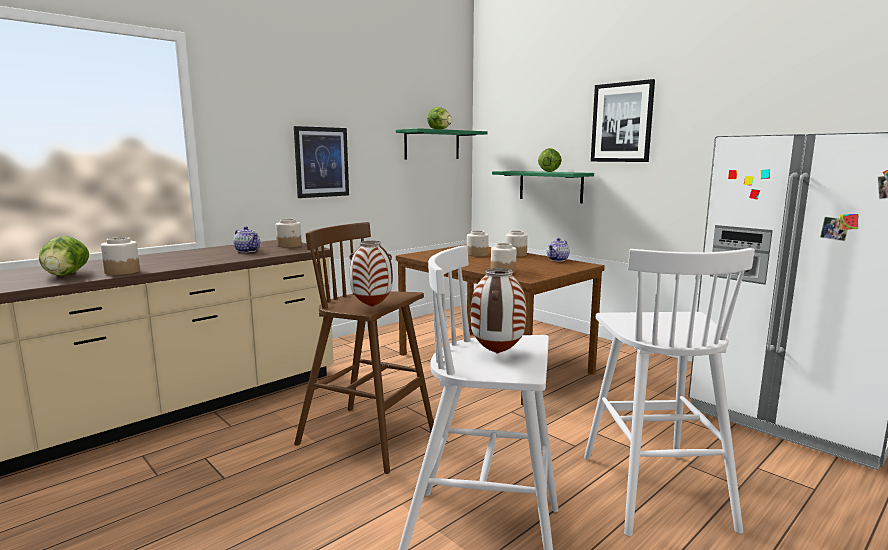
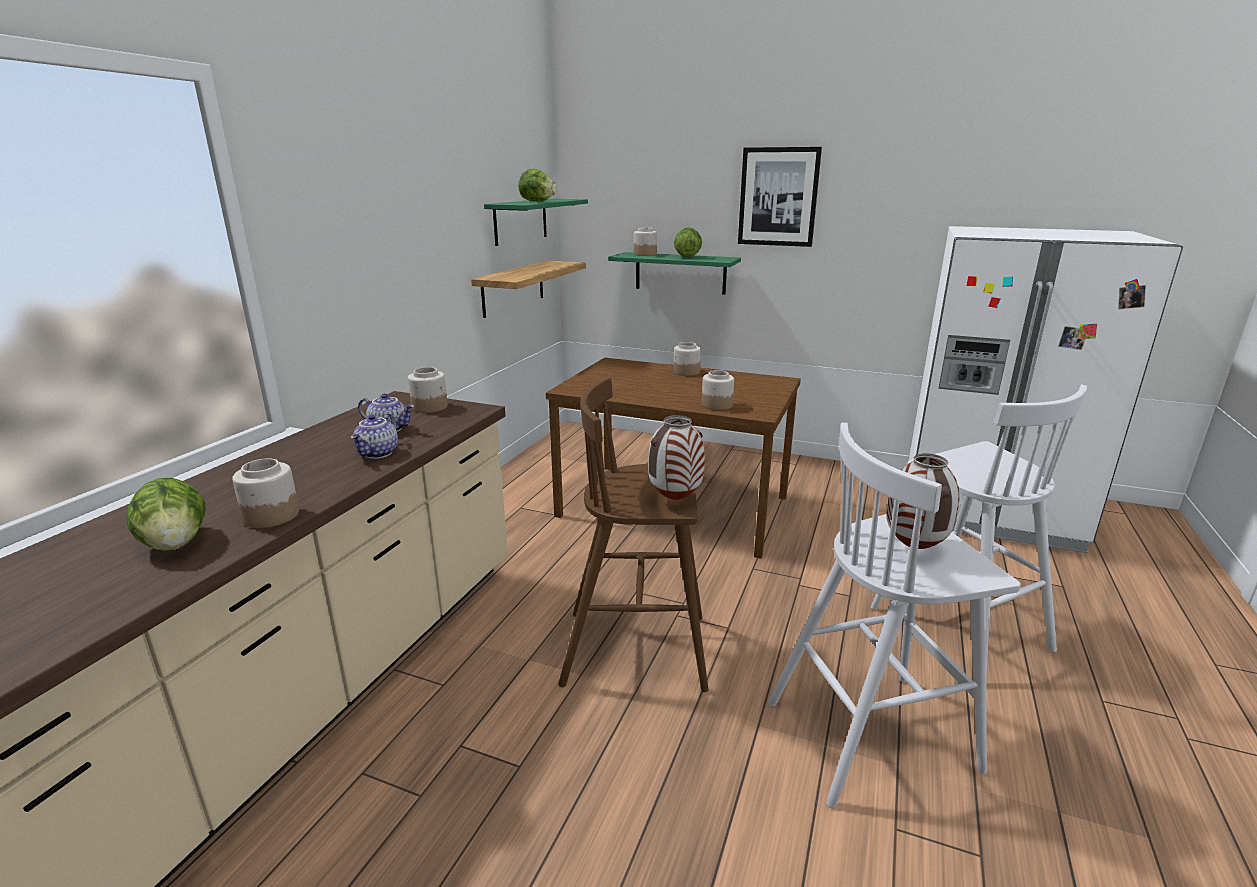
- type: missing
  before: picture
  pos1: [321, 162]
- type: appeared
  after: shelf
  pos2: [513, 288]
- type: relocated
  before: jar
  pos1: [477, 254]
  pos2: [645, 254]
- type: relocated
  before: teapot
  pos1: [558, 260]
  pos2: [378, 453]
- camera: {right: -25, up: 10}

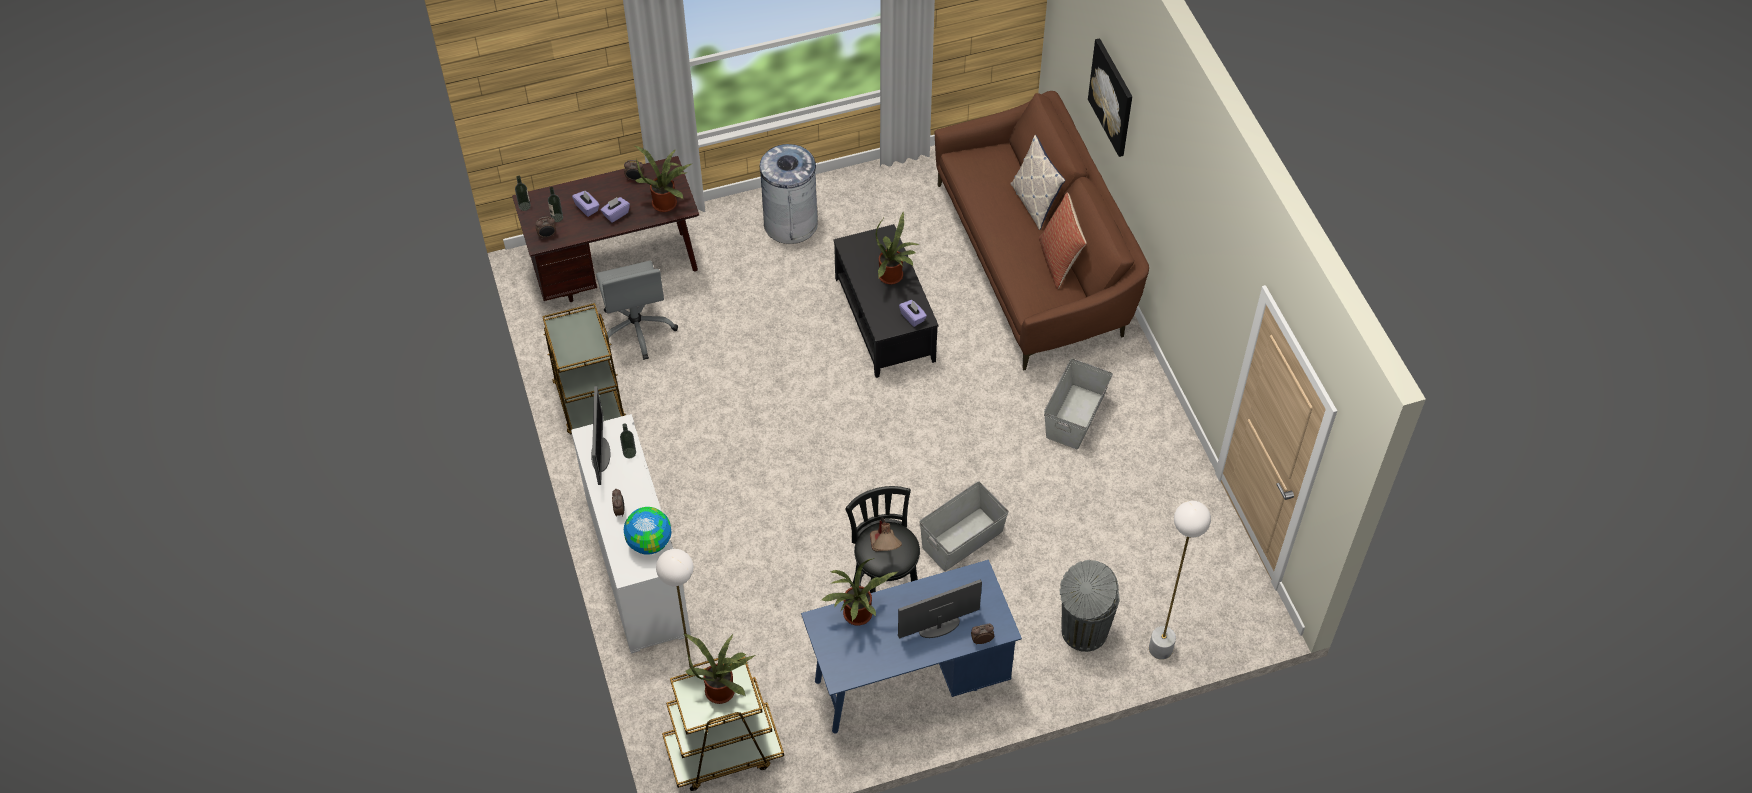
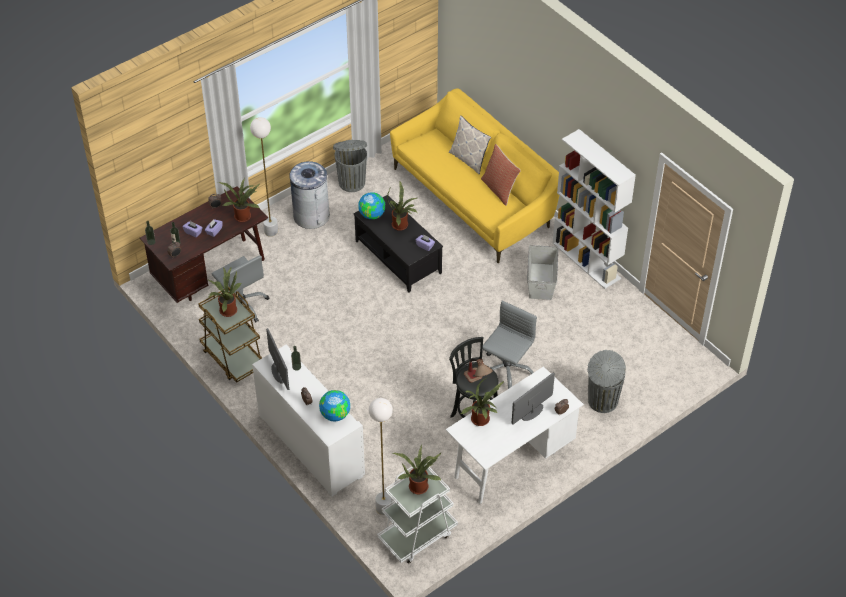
- type: missing
  before: picture
  pos1: [1112, 97]
- type: appeared
  after: potted plant
  pos2: [226, 310]
- type: appeared
  after: grey trash can
  pos2: [352, 182]
- type: appeared
  after: globe
  pos2: [372, 214]
- type: appeared
  after: white bookcase
  pos2: [587, 261]
- type: relocated
  before: white floor lamp
  pos1: [1160, 648]
  pos2: [271, 231]
- type: exchanged
  before: grey storage box
  after: grey office chair
  pos1: [963, 539]
  pos2: [506, 370]
- type: colour
  before: brown cart
  after: white cart
  pos1: [723, 752]
  pos2: [417, 535]
- type: colour
  before: blue desk
  after: white desk
  pos1: [909, 681]
  pos2: [512, 461]
- type: colour
  before: brown sofa
  after: yellow sofa
  pos1: [1033, 261]
  pos2: [474, 198]
- camera: {right: -20, up: -5}

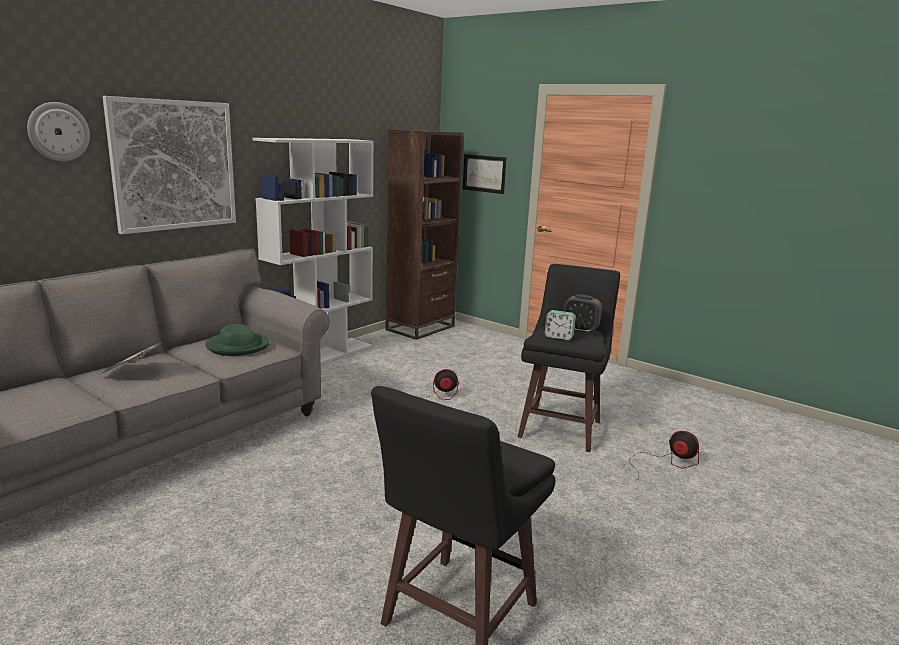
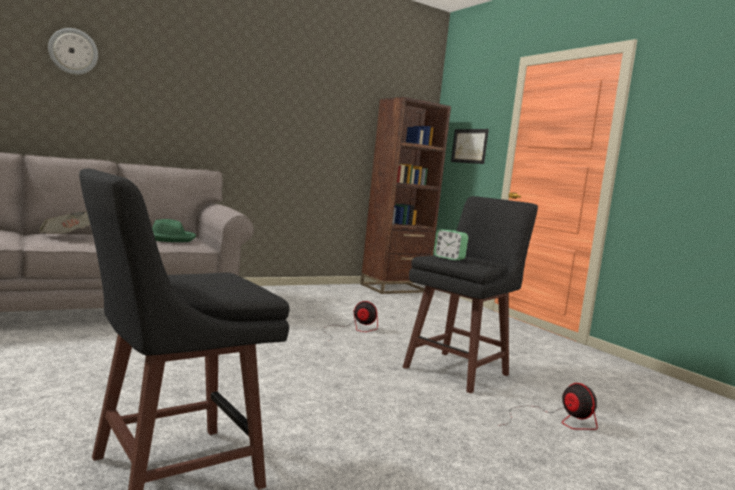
- type: missing
  before: picture
  pos1: [174, 165]
- type: missing
  before: white bookcase
  pos1: [320, 356]
- type: missing
  before: alarm clock
  pos1: [579, 331]
- camera: {right: 20, up: -10}

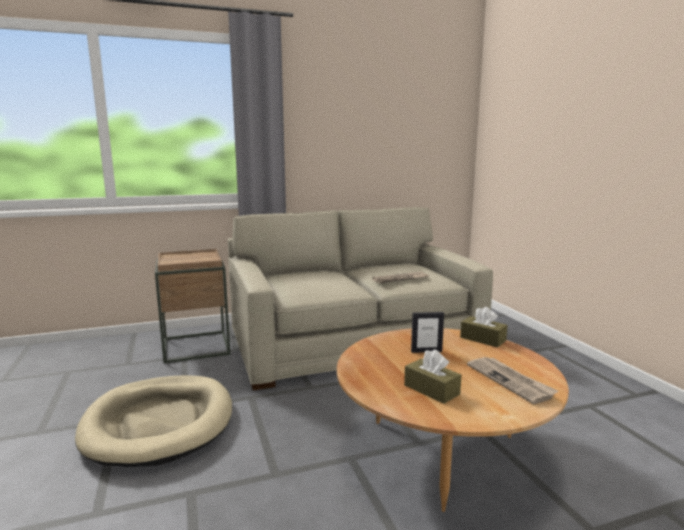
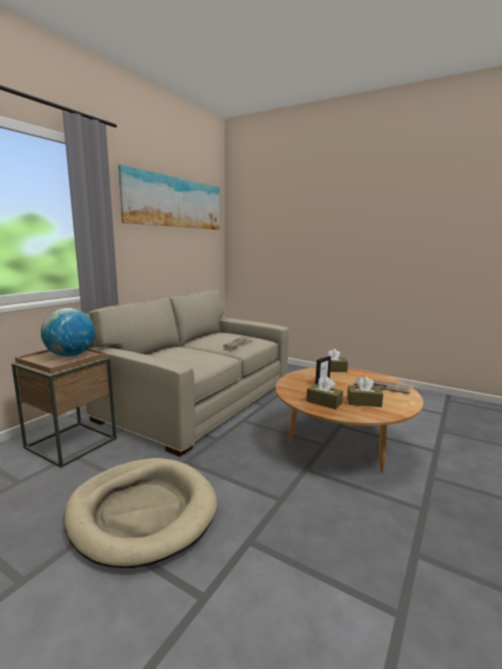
- type: appeared
  after: globe
  pos2: [70, 355]
- type: appeared
  after: picture
  pos2: [174, 202]
- type: appeared
  after: brown tissue box
  pos2: [324, 402]
- camera: {right: -40, up: 0}

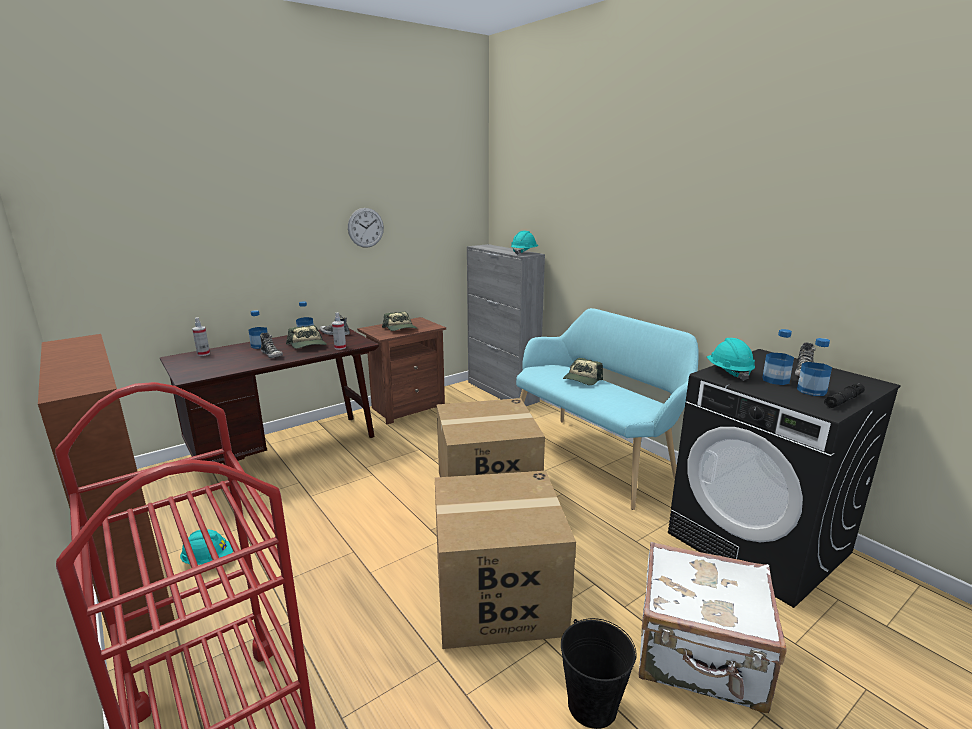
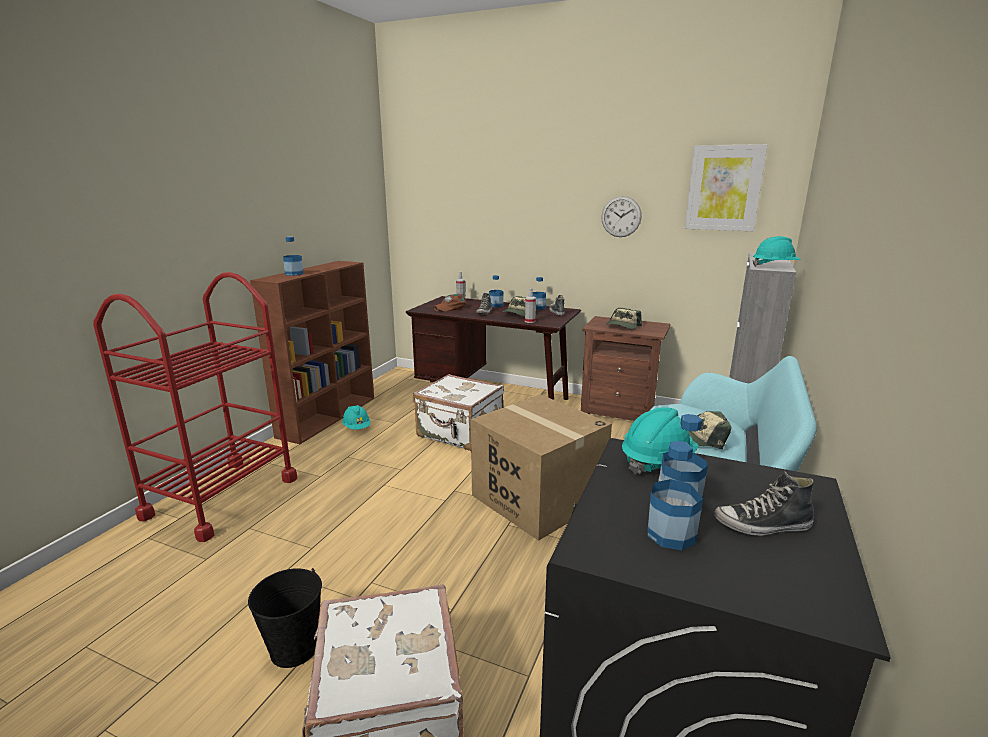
- type: missing
  before: cardboard box
  pos1: [497, 595]
- type: missing
  before: black flashlight
  pos1: [843, 401]
- type: appeared
  after: bottle
  pos2: [294, 274]
- type: appeared
  after: white suitcase
  pos2: [459, 434]
- type: appeared
  after: brown cap
  pos2: [450, 307]
- type: appeared
  after: picture
  pos2: [724, 188]
- camera: {right: 60, up: 0}

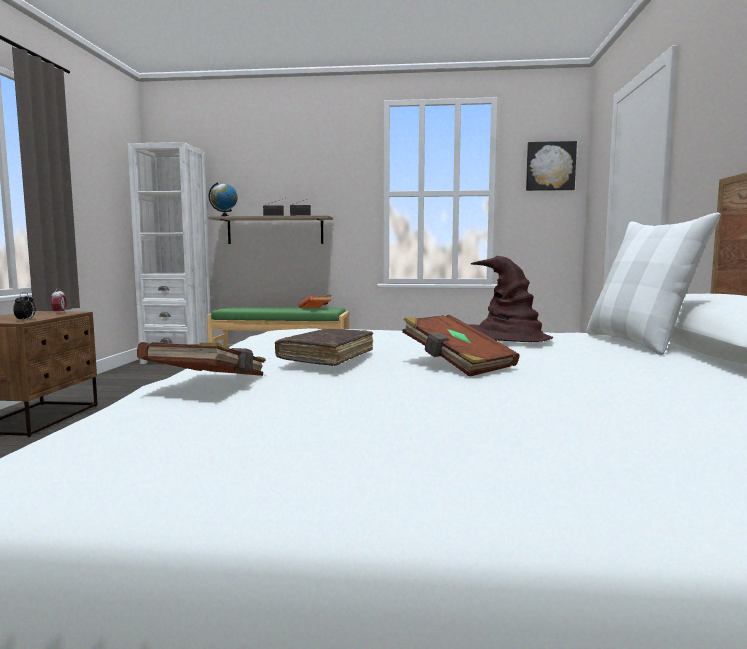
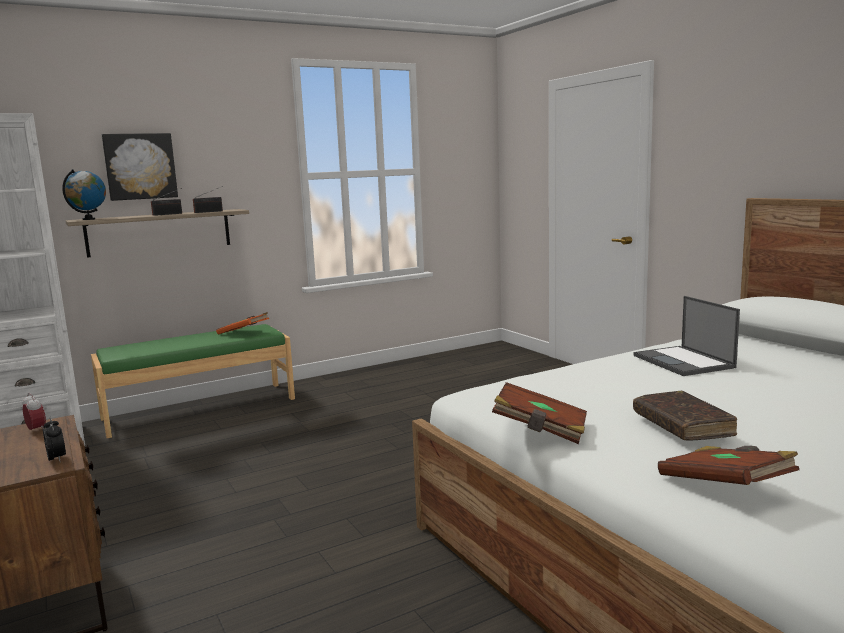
- type: missing
  before: white pillow
  pos1: [638, 343]
- type: relocated
  before: brown book
  pos1: [457, 364]
  pos2: [540, 430]
- type: relocated
  before: picture
  pos1: [550, 166]
  pos2: [140, 166]
- type: exchanged
  before: brown hat
  after: laptop
  pos1: [506, 338]
  pos2: [684, 362]
- camera: {right: -35, up: 5}

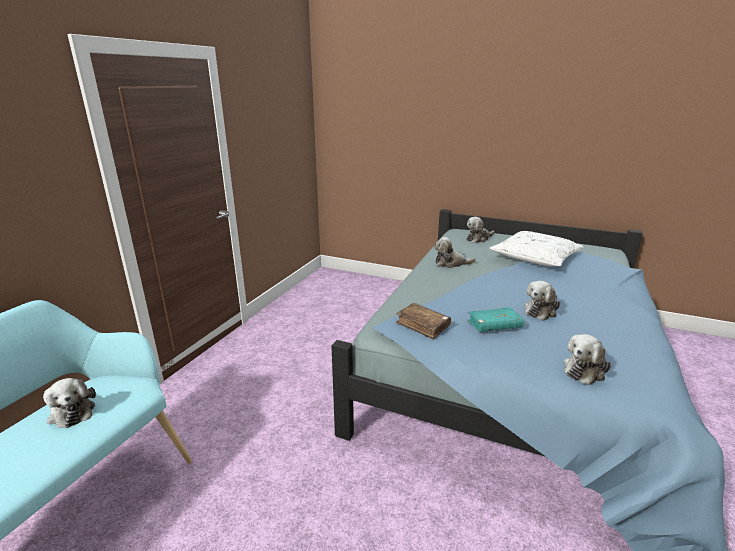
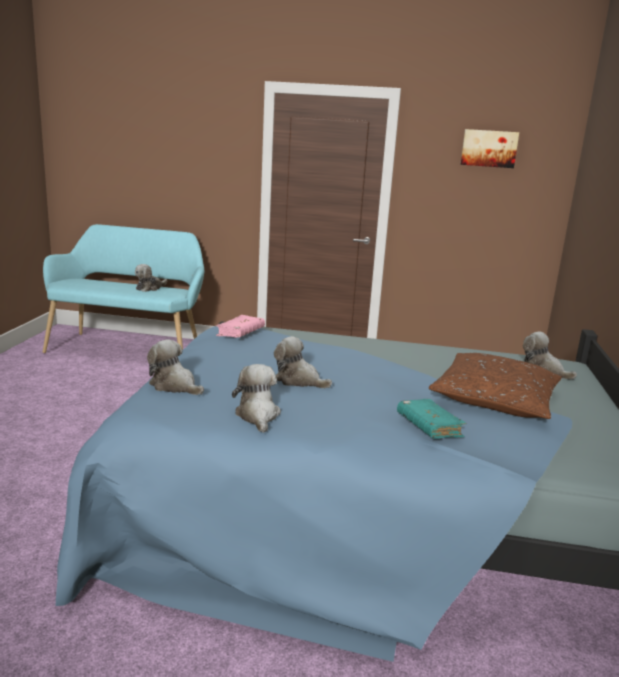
- type: appeared
  after: picture
  pos2: [489, 148]
- type: relocated
  before: plush toy
  pos1: [450, 263]
  pos2: [258, 415]
- type: relocated
  before: turquoise book
  pos1: [494, 326]
  pos2: [429, 427]
- type: colour
  before: brown book
  after: pink book
  pos1: [423, 325]
  pos2: [240, 333]
- type: colour
  before: white pillow
  after: brown pillow
  pos1: [535, 257]
  pos2: [495, 398]
- camera: {right: 75, up: -5}

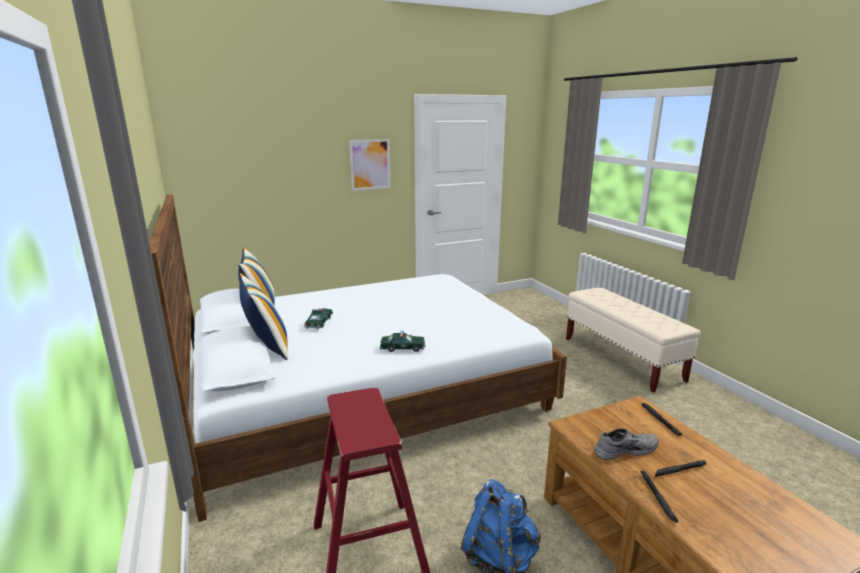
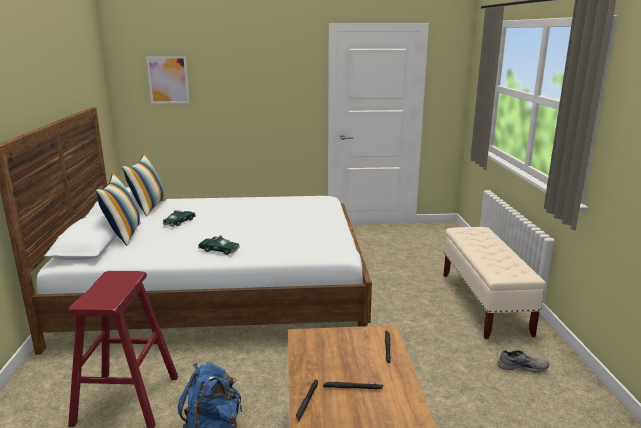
- type: relocated
  before: picture
  pos1: [370, 164]
  pos2: [168, 80]
- type: relocated
  before: grey shoe
  pos1: [624, 449]
  pos2: [521, 366]
- camera: {right: 20, up: 0}

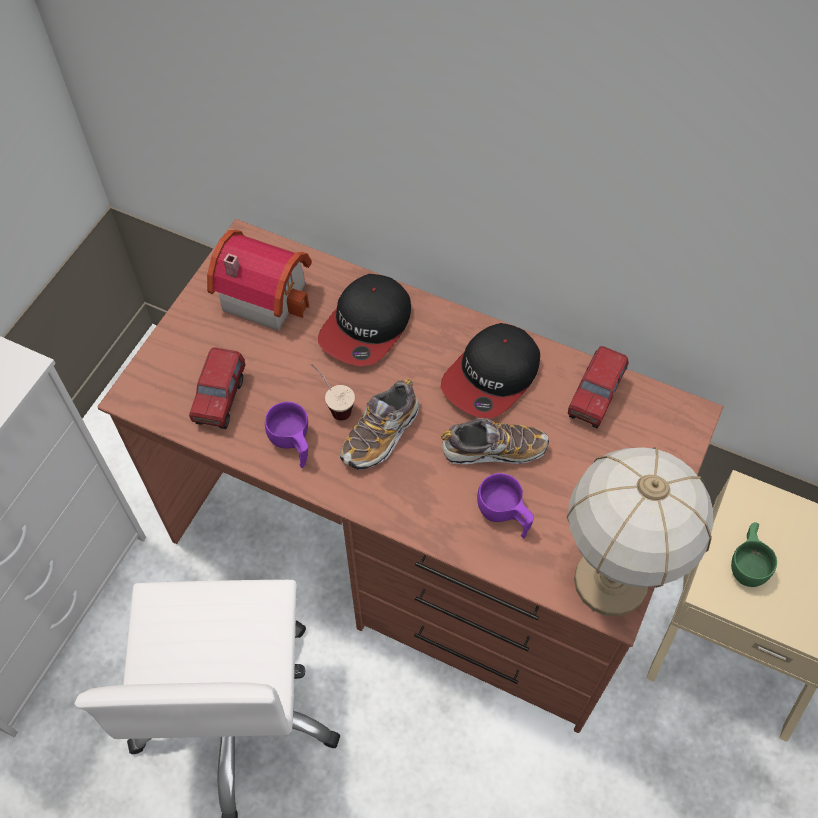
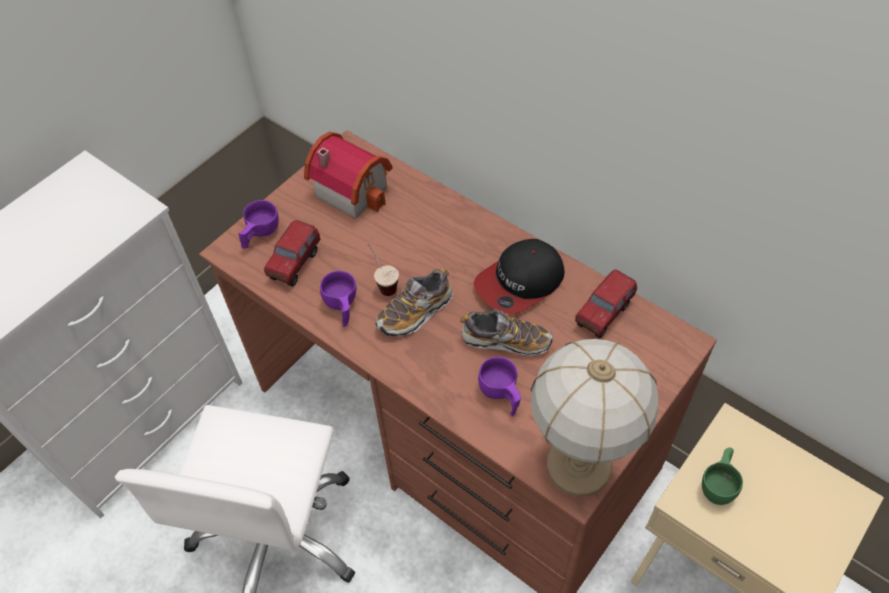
- type: missing
  before: cap
  pos1: [367, 327]
- type: appeared
  after: purple cup
  pos2: [259, 234]
- camera: {right: 15, up: -5}

